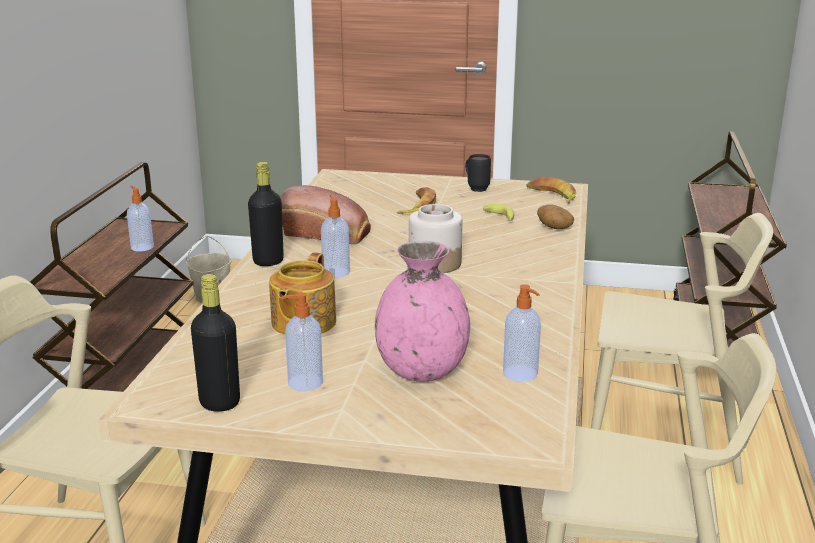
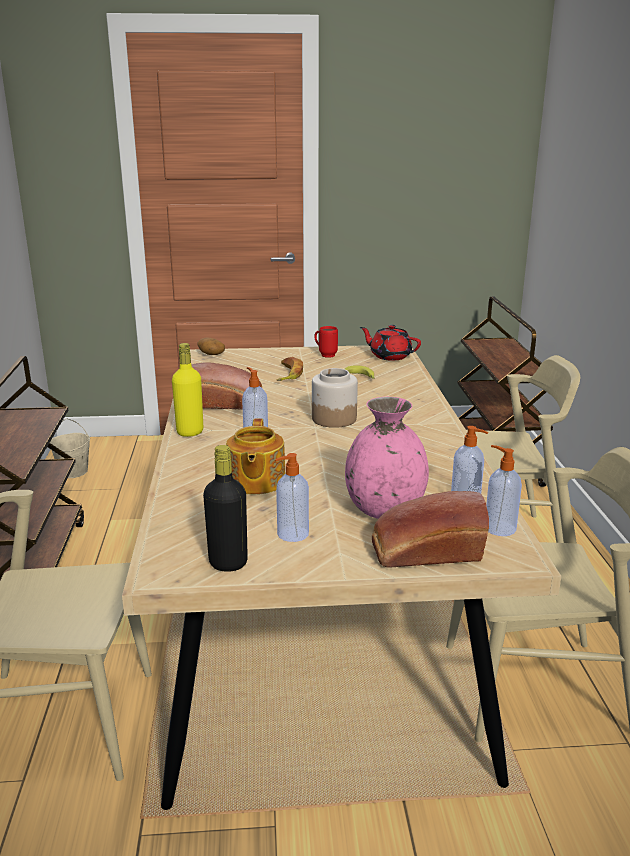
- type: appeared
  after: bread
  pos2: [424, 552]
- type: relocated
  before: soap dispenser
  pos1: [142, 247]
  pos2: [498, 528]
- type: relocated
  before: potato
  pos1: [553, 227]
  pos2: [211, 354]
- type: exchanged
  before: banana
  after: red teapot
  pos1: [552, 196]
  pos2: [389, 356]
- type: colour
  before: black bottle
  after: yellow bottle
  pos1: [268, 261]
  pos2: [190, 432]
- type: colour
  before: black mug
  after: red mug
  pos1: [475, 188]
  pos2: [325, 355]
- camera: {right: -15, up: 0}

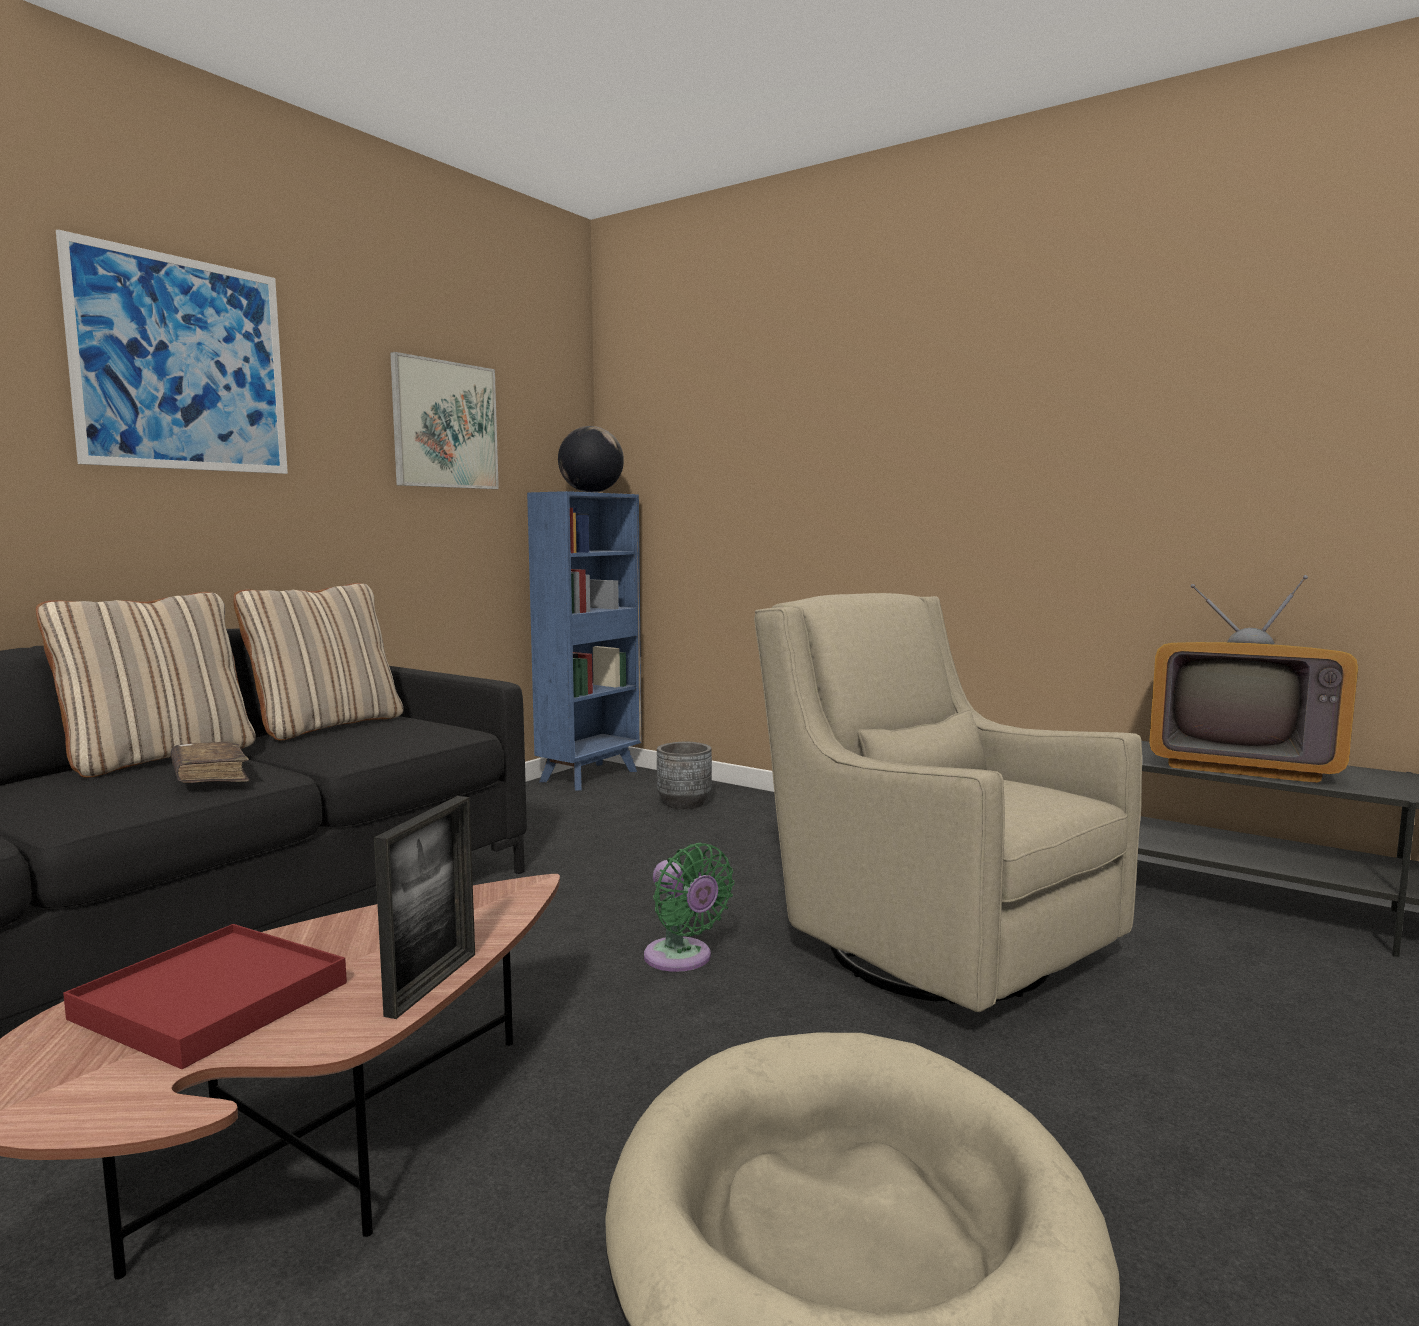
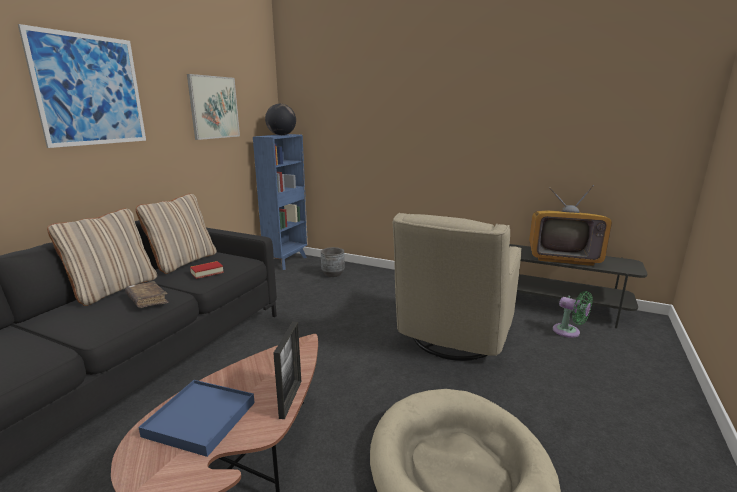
- type: appeared
  after: book
  pos2: [207, 272]
- type: relocated
  before: green fan
  pos1: [682, 959]
  pos2: [569, 332]
- type: colour
  before: red tray
  after: blue tray
  pos1: [211, 1001]
  pos2: [200, 419]
- type: spun
  before: beige armchair
  pos1: [929, 947]
  pos2: [452, 339]
  turn: -105
- camera: {right: -10, up: 10}

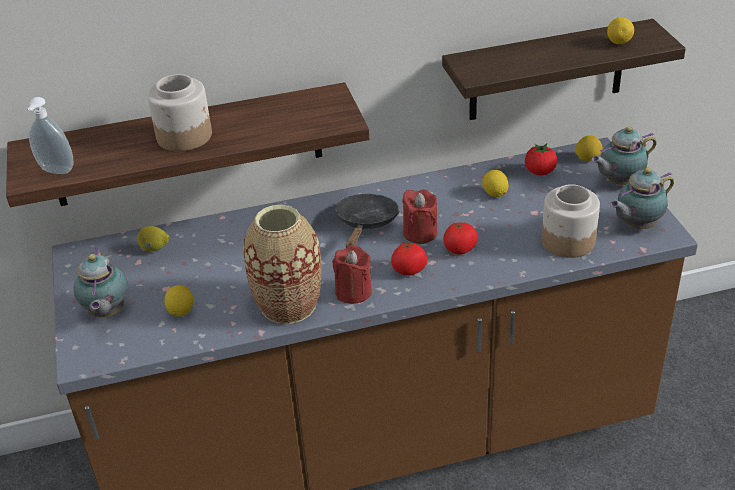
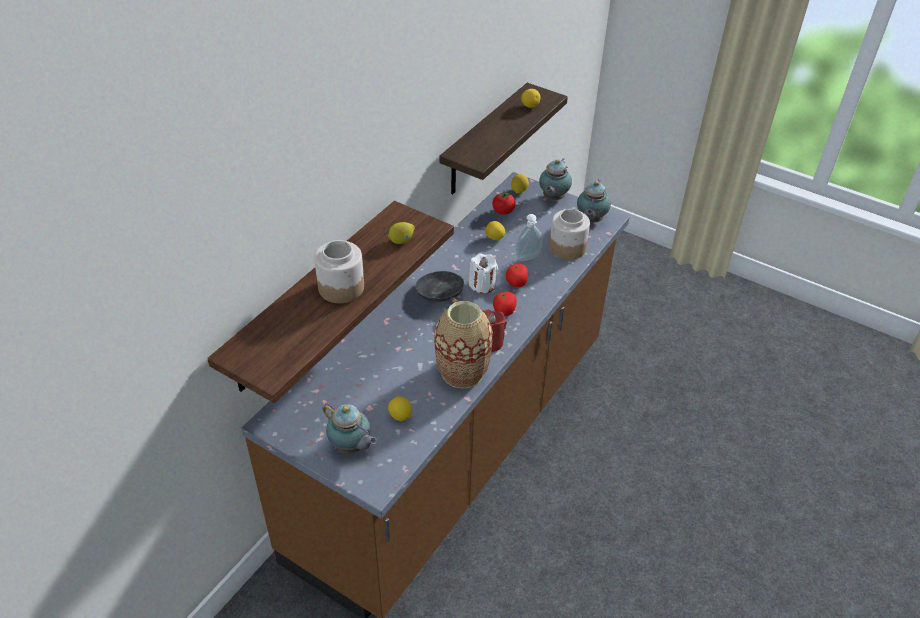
- type: relocated
  before: soap dispenser
  pos1: [56, 171]
  pos2: [528, 258]
- type: relocated
  before: lemon
  pos1: [154, 248]
  pos2: [401, 241]
- type: colour
  before: red candle
  after: white candle
  pos1: [420, 233]
  pos2: [482, 285]
- camera: {right: -45, up: 5}

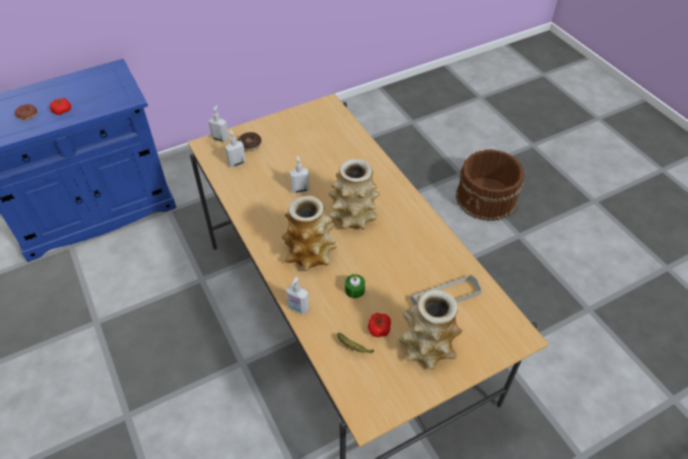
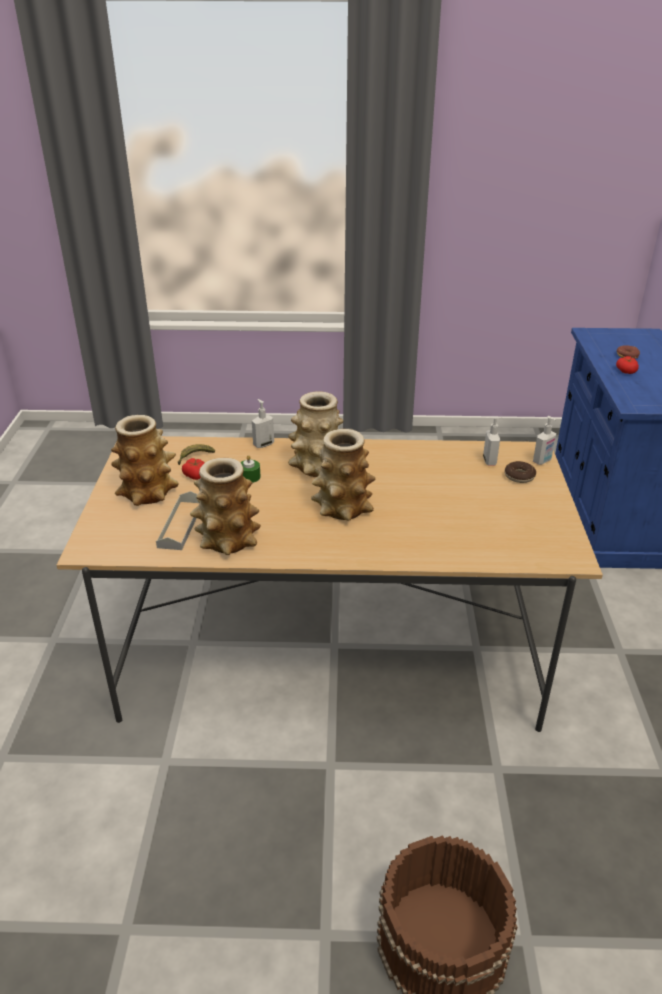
- type: missing
  before: soap dispenser
  pos1: [300, 189]
- type: appeared
  after: vase
  pos2: [228, 539]
- camera: {right: 120, up: -15}

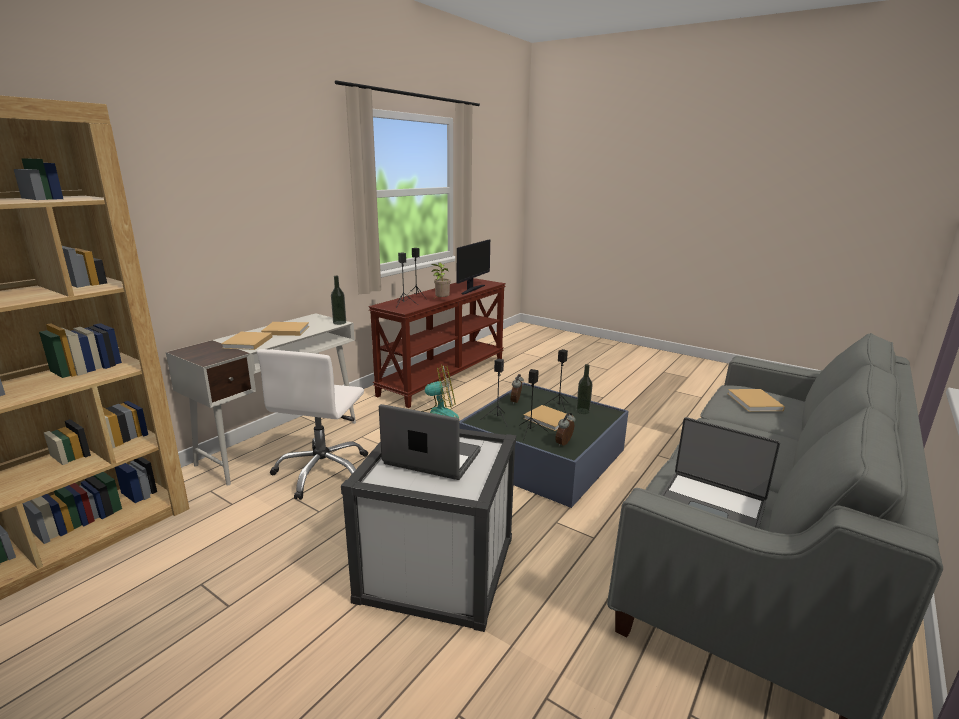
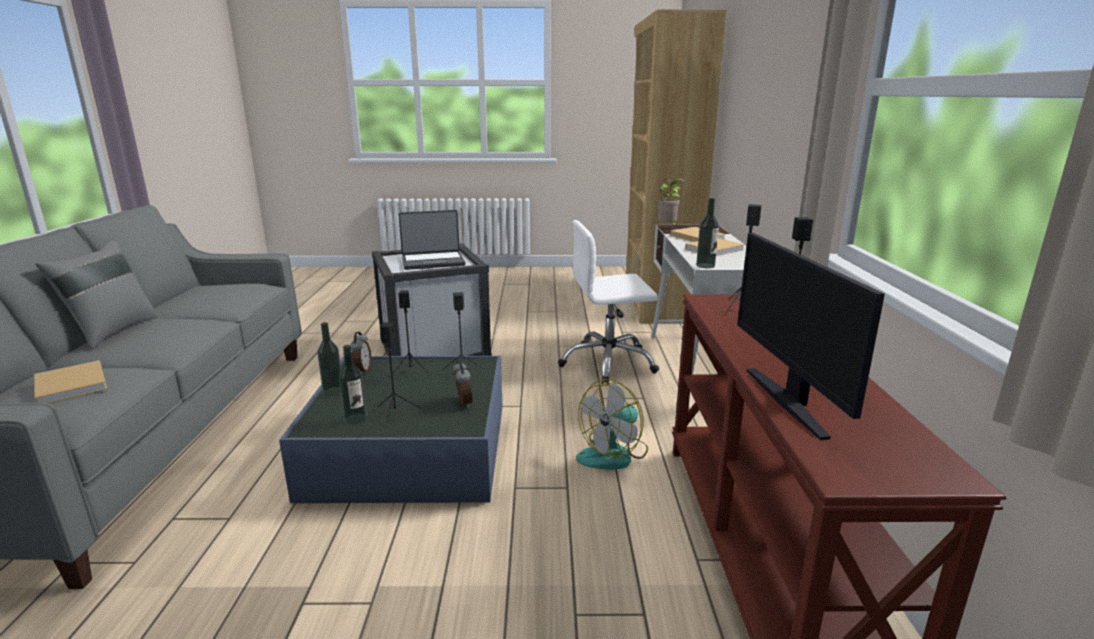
- type: missing
  before: beige book
  pos1: [549, 419]
- type: missing
  before: laptop
  pos1: [711, 505]
- type: appeared
  after: grey pillow
  pos2: [112, 331]
- type: appeared
  after: bottle
  pos2: [333, 391]
- type: relocated
  before: potted plant
  pos1: [441, 301]
  pos2: [668, 228]
- type: spun
  before: white office chair
  pos1: [323, 471]
  pos2: [608, 363]
  turn: -75
- camera: {right: 145, up: 0}

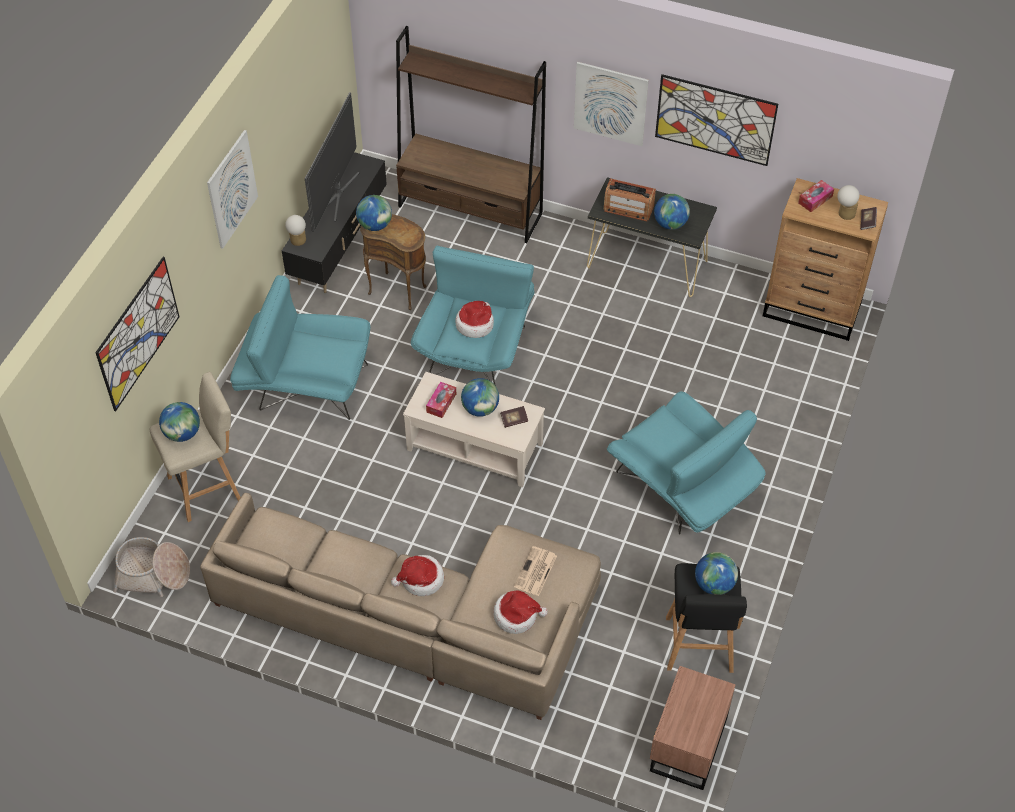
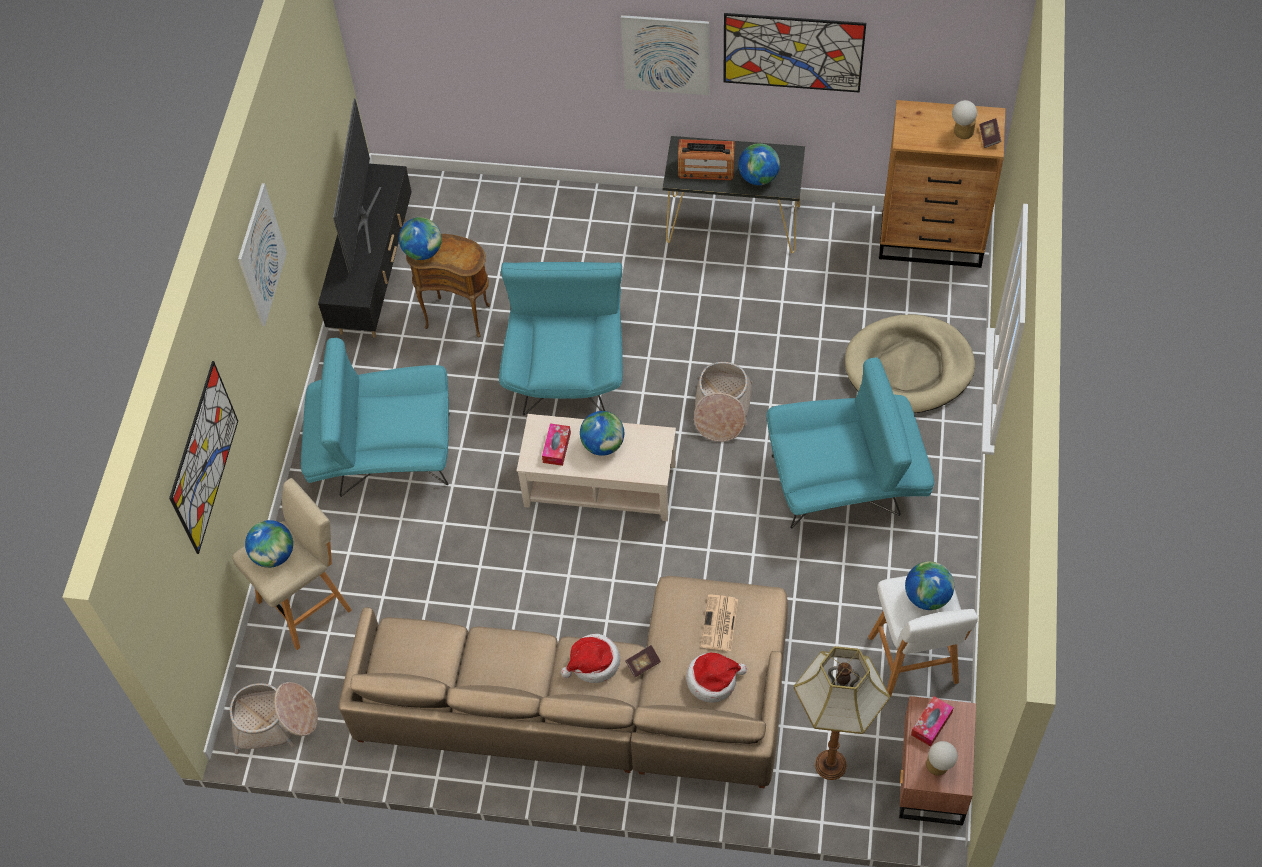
- type: missing
  before: brown bookcase
  pos1: [470, 210]
- type: missing
  before: hat
  pos1: [475, 324]
- type: appeared
  after: basket
  pos2: [721, 409]
- type: appeared
  after: floor lamp
  pos2: [830, 766]
- type: appeared
  after: beige dog bed
  pos2: [908, 367]
- type: relocated
  before: table lamp
  pos1: [297, 242]
  pos2: [938, 768]
- type: relocated
  before: book
  pos1: [514, 420]
  pos2: [643, 664]
- type: relocated
  before: tissue box
  pos1: [815, 200]
  pos2: [931, 724]
- type: colour
  before: black stool
  after: white stool
  pos1: [699, 647]
  pos2: [914, 663]
- type: spun
  before: turquoise armchair
  pos1: [683, 487]
  pos2: [846, 481]
  turn: -45
- camera: {right: -10, up: 5}

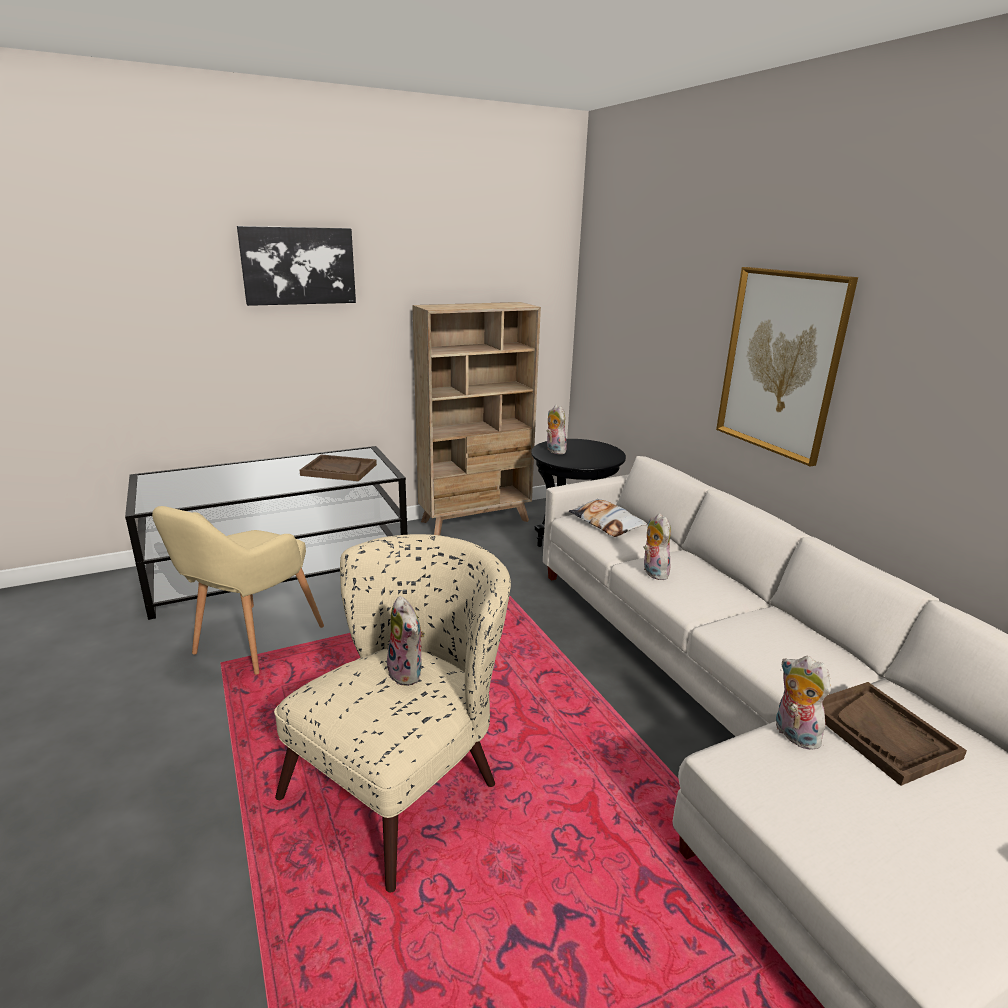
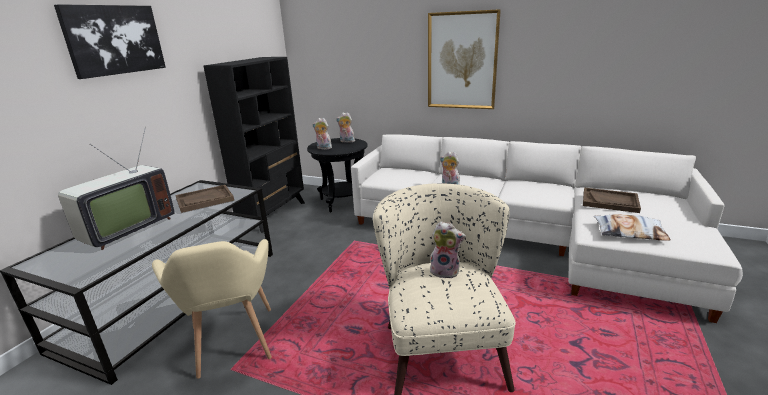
- type: appeared
  after: television
  pos2: [125, 230]
- type: relocated
  before: pillow
  pos1: [606, 523]
  pos2: [629, 232]
- type: relocated
  before: plush toy
  pos1: [793, 734]
  pos2: [346, 141]
- type: colour
  before: beige bookcase
  after: black bookcase
  pos1: [476, 521]
  pos2: [274, 214]
- camera: {right: -40, up: 0}

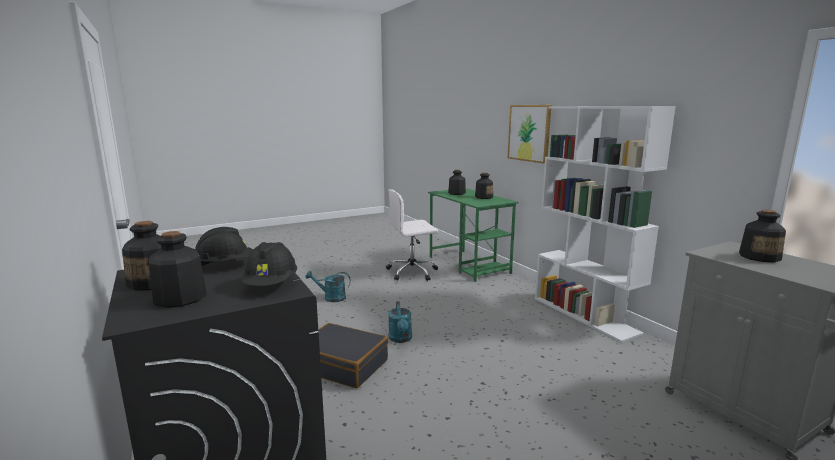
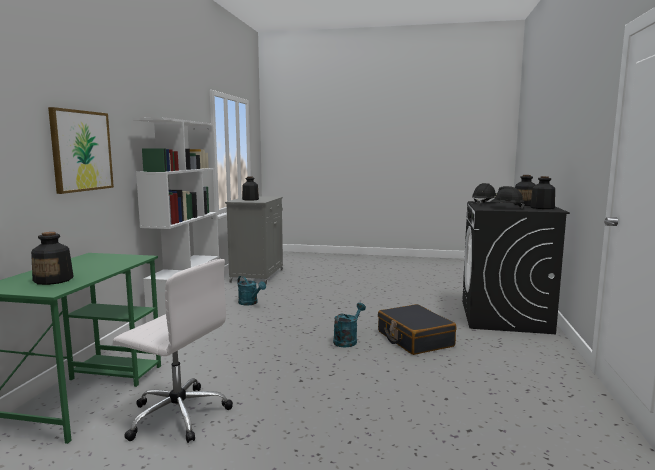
- type: missing
  before: bottle
  pos1: [483, 197]
- type: relocated
  before: turquoise watering can
  pos1: [331, 298]
  pos2: [250, 303]
- camera: {right: -140, up: -5}

